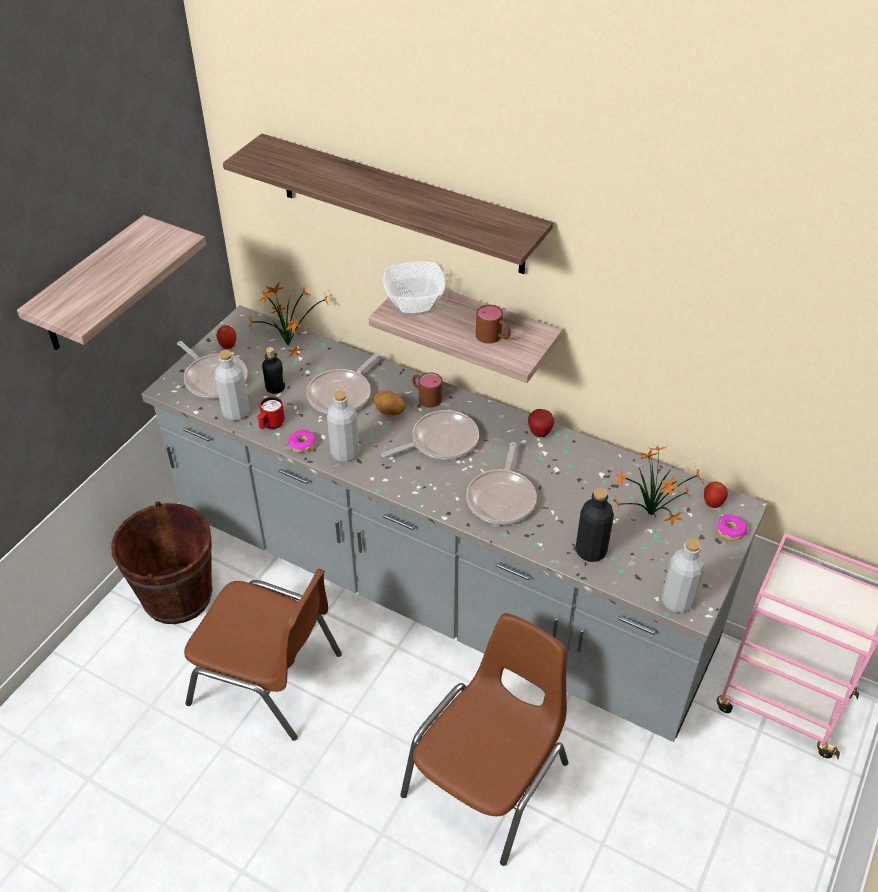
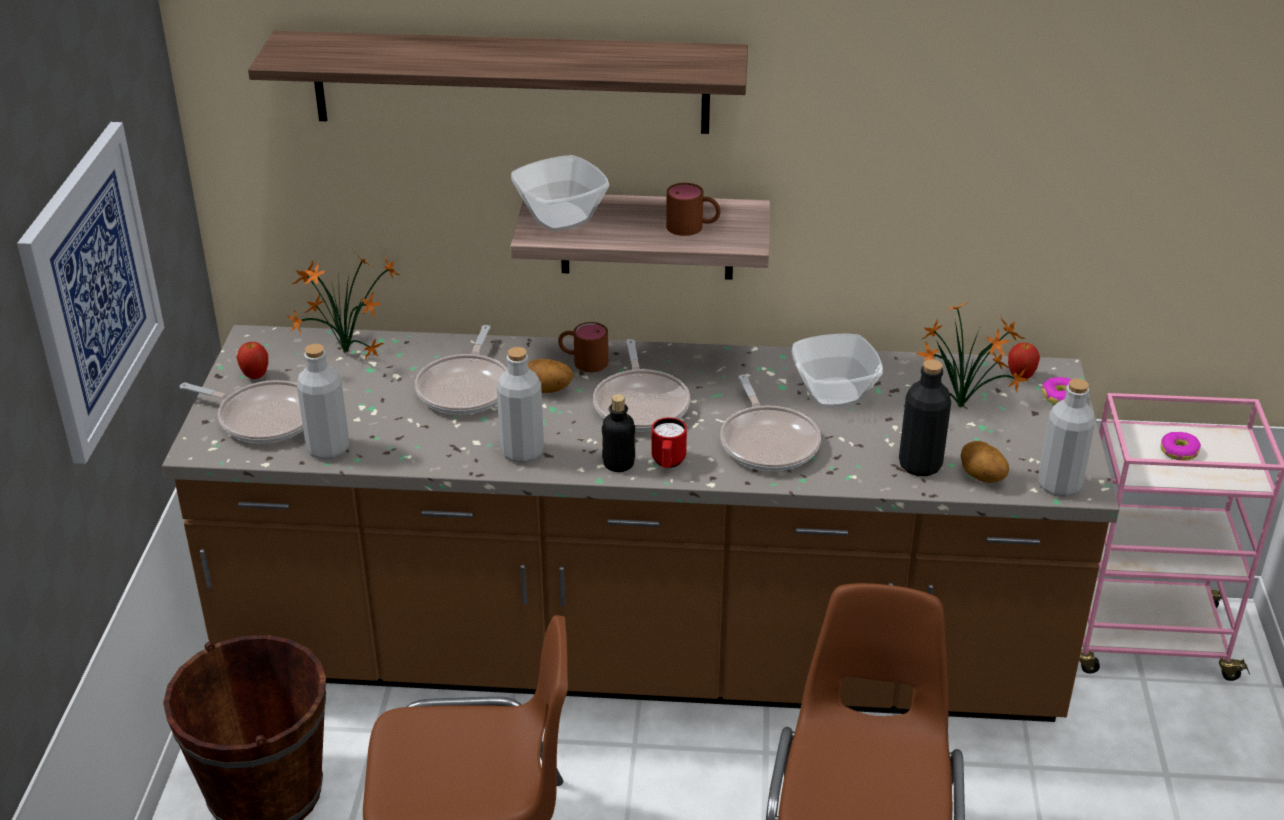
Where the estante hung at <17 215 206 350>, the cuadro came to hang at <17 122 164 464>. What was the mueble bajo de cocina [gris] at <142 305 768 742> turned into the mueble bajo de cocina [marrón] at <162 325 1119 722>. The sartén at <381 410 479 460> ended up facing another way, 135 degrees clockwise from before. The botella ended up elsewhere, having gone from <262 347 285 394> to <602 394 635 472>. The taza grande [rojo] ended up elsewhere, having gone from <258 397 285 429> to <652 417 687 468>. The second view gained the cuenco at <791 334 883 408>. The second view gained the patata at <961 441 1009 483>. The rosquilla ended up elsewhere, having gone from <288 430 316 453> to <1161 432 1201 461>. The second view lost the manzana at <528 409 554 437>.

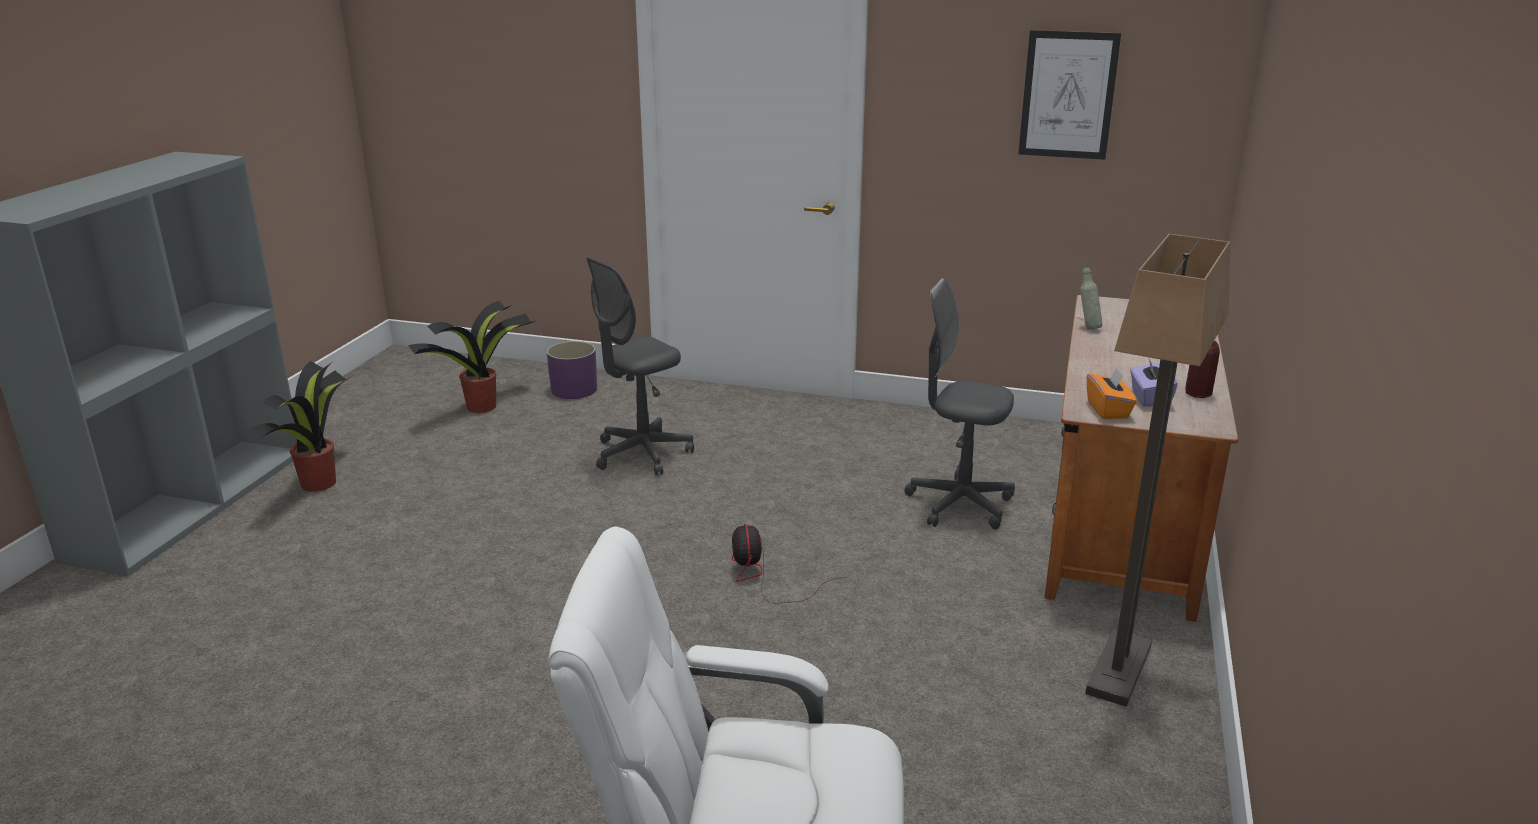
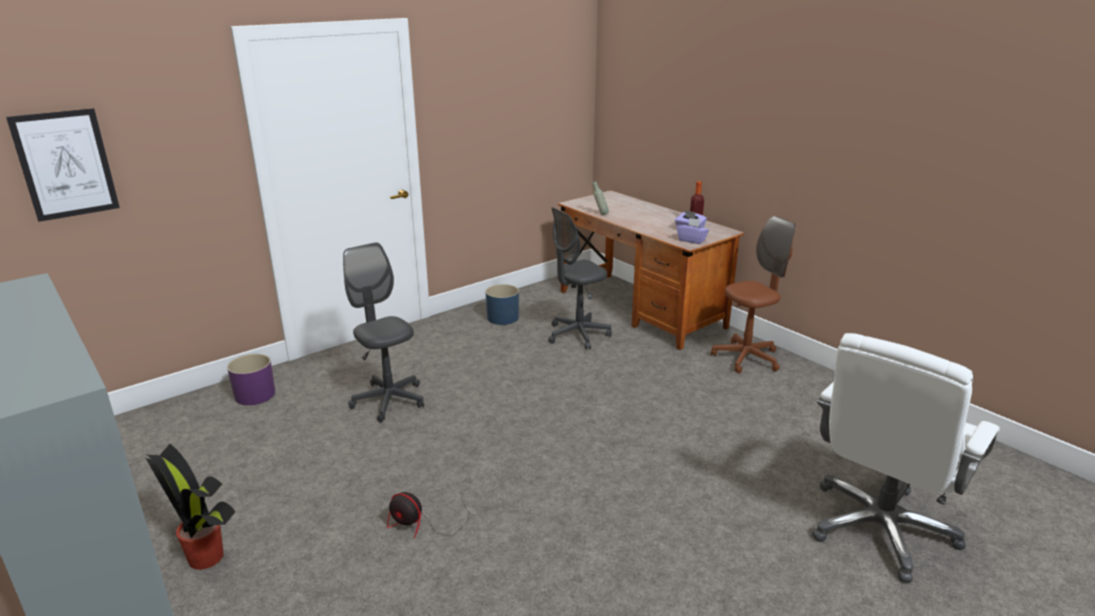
The cuadro ended up elsewhere, having gone from <1018 30 1121 160> to <6 108 120 222>. The silla de oficina [gris] at <586 257 694 475> ended up facing another way, 150 degrees clockwise from before. The ventilador ended up elsewhere, having gone from <732 524 847 604> to <387 491 469 538>. The second view gained the maceta [azul] at <486 284 519 325>. What was the caja de pañuelos [naranja] at <1087 367 1137 419> turned into the caja de pañuelos [morado] at <677 218 709 244>. Where the lámpara de pie stood at <1085 234 1230 707>, the silla de oficina [marrón] came to stand at <711 216 796 374>. The second view lost the planta en maceta at <408 301 537 413>.

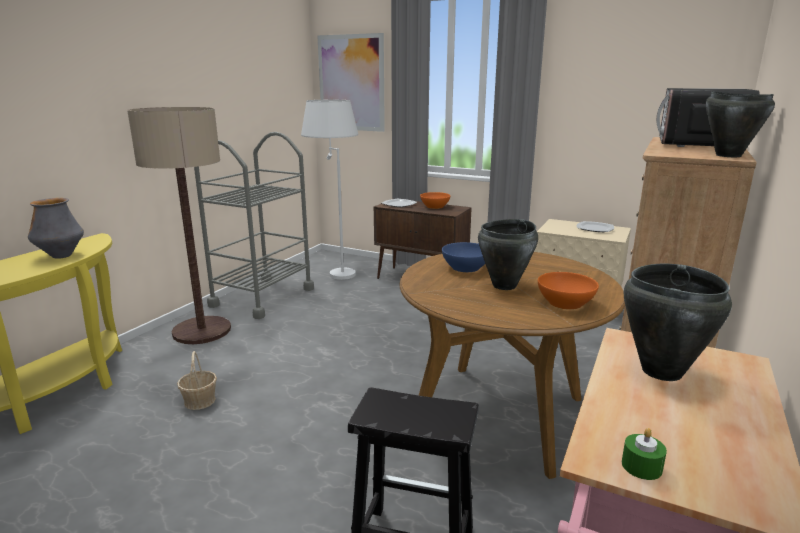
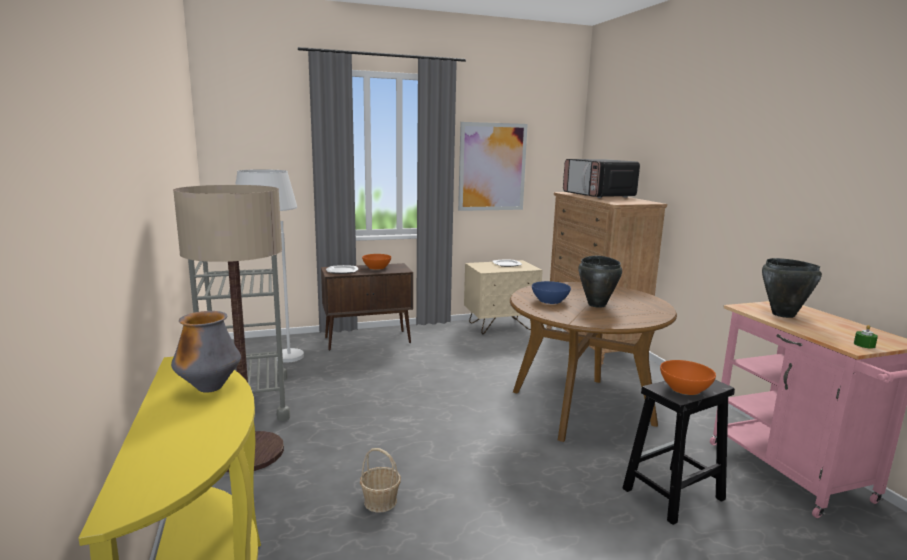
The cuadro ended up elsewhere, having gone from <317 33 385 132> to <458 122 528 211>. The cuenco [naranja] ended up elsewhere, having gone from <538 272 599 310> to <660 360 716 395>. The second view lost the olla [negro] at <706 91 775 157>.

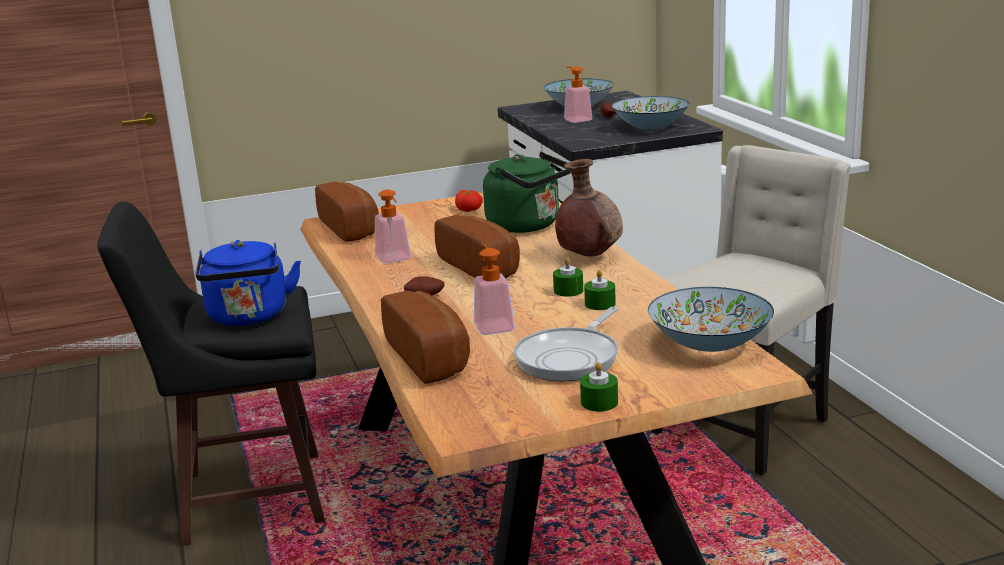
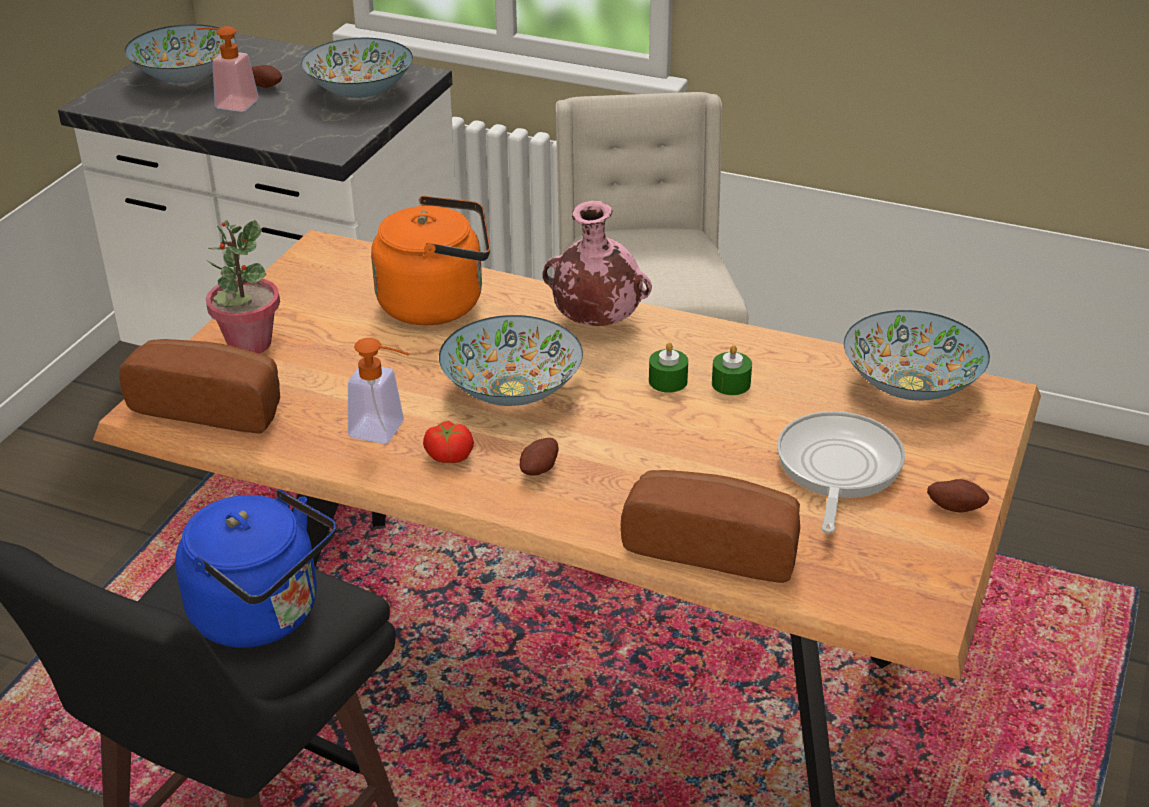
The second view gained the planta en maceta at <206 220 280 353>. What was the hervidor [verde] at <483 152 571 233> turned into the hervidor [naranja] at <371 196 490 326>. The tomate ended up elsewhere, having gone from <455 190 483 212> to <423 421 474 463>. Where the pan stood at <434 215 520 279>, the cuenco came to stand at <439 315 583 406>. What was the florero [marrón] at <555 159 623 256> turned into the florero [rosa] at <543 201 652 326>. The sartén at <514 307 619 381> ended up facing another way, 150 degrees counterclockwise from before. Where the vela [verde] stood at <580 362 618 411>, the patata came to stand at <927 479 990 513>. The second view lost the dispensador de jabón at <474 243 515 335>.

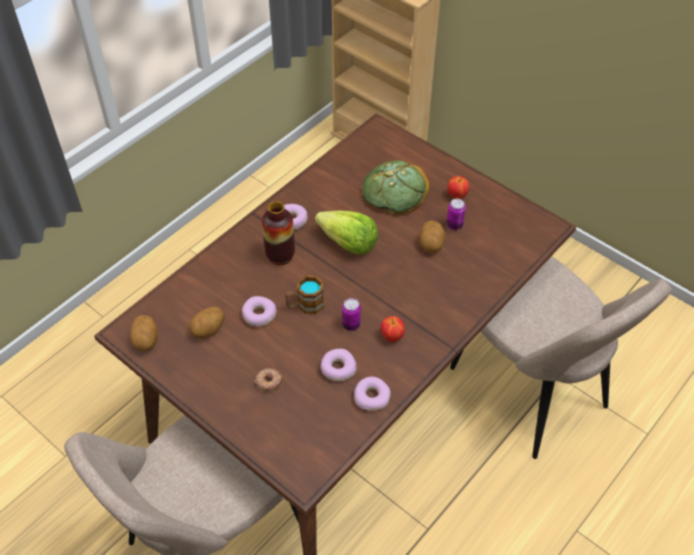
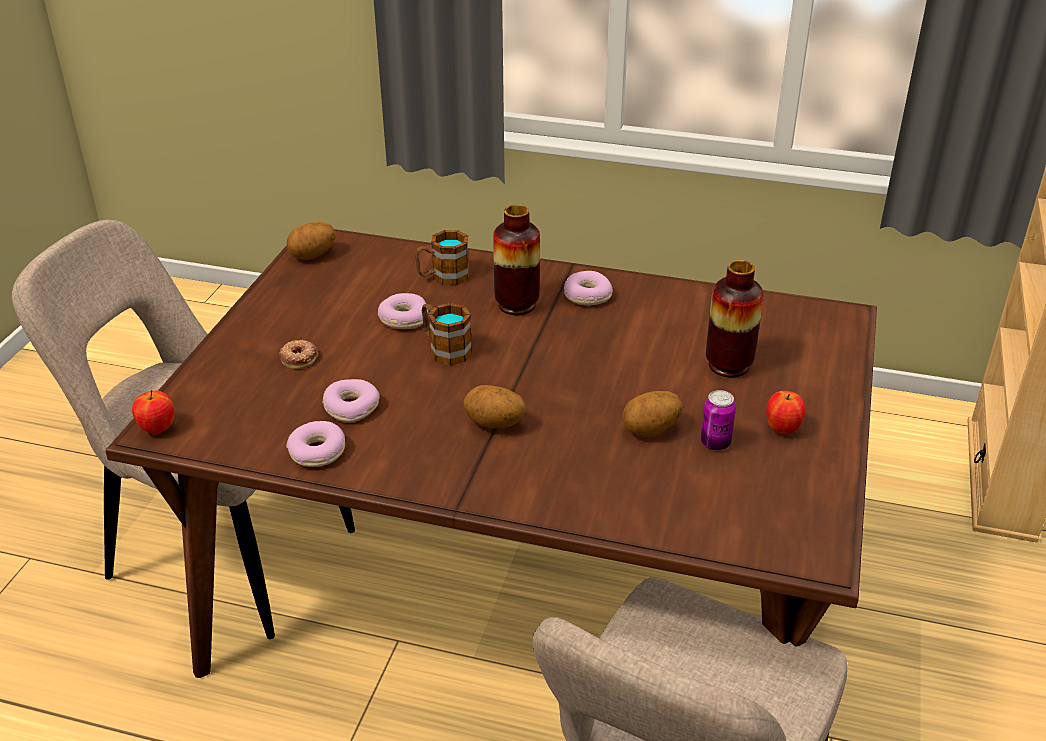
The manzana ended up elsewhere, having gone from <381 316 405 342> to <132 390 175 435>. The second view gained the taza grande at <415 230 470 285>. The patata ended up elsewhere, having gone from <189 306 225 339> to <464 385 527 428>. Where the pan stood at <362 160 430 214>, the florero came to stand at <706 260 764 377>. The second view lost the lechuga at <315 211 378 255>. The second view lost the lata at <342 298 361 331>.

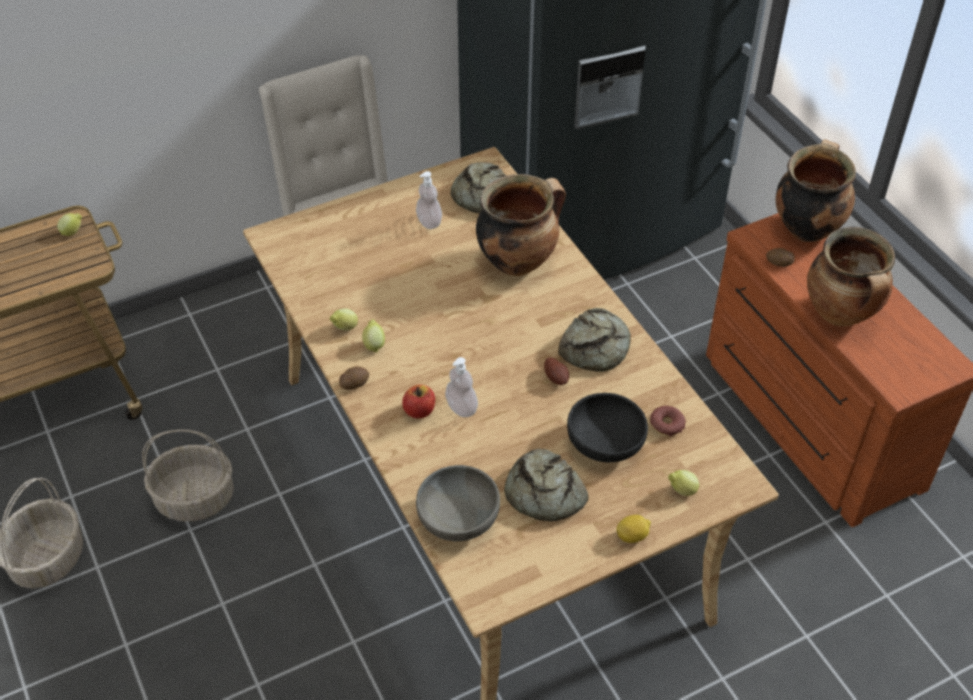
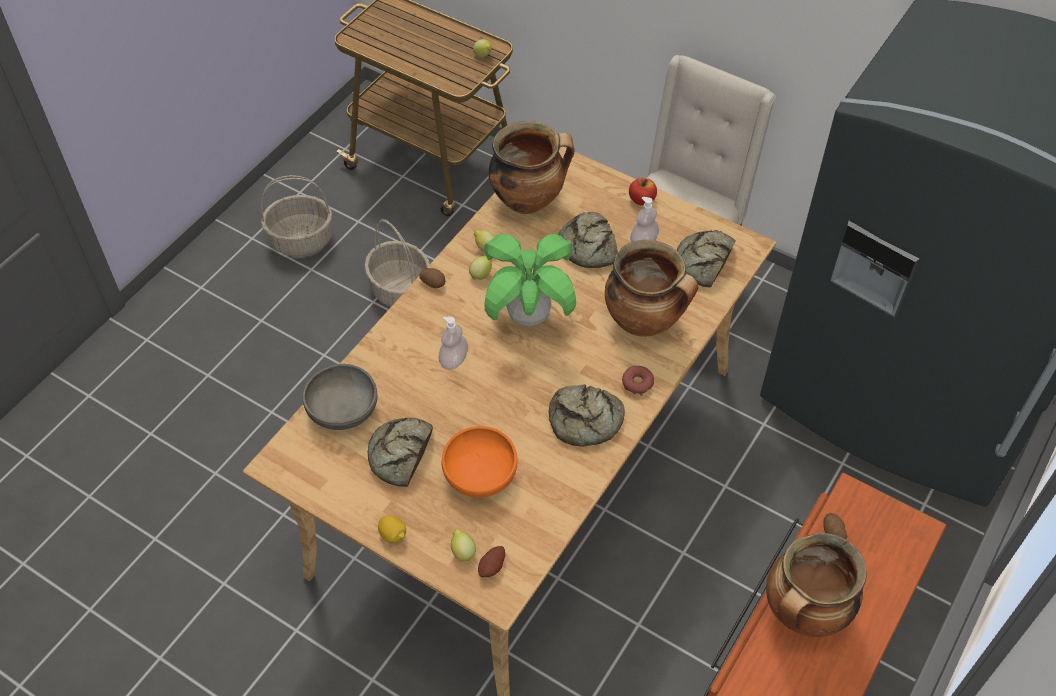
What was the cuenco [negro] at <567 393 648 462> turned into the cuenco [naranja] at <441 426 518 497>. The patata ended up elsewhere, having gone from <544 357 569 385> to <478 546 505 578>. The second view gained the planta en maceta at <484 234 576 327>. The olla ended up elsewhere, having gone from <776 139 856 242> to <489 121 574 214>. The second view gained the pan at <558 212 618 268>. The rosquilla ended up elsewhere, having gone from <650 406 686 436> to <622 366 654 396>. The manzana ended up elsewhere, having gone from <402 384 435 419> to <629 178 657 206>.

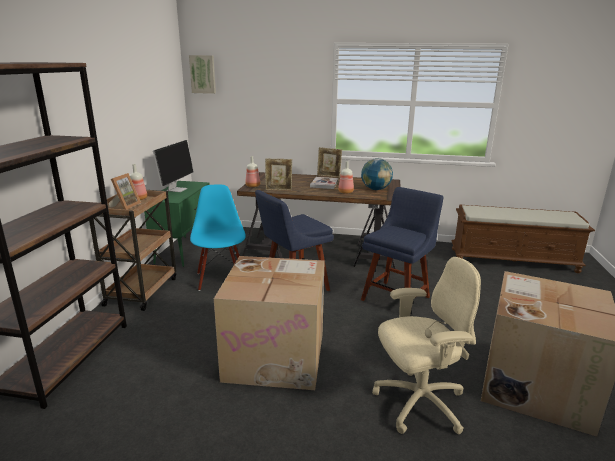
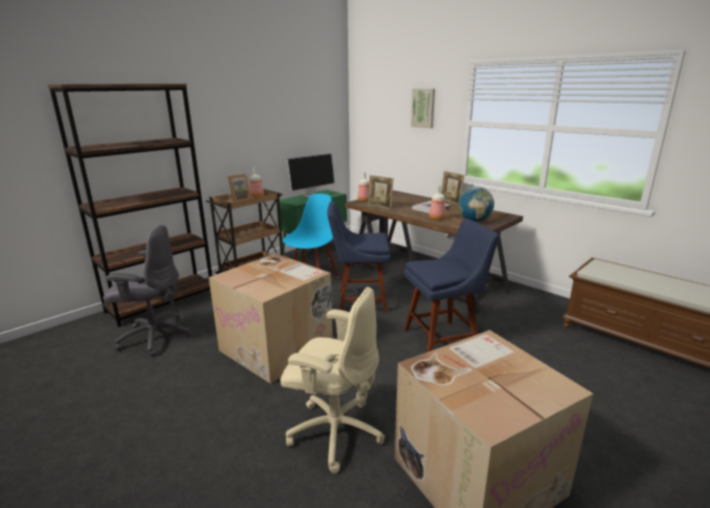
The second view gained the silla de oficina [gris] at <103 225 192 357>. The cuadro ended up elsewhere, having gone from <189 55 216 94> to <411 89 435 128>.

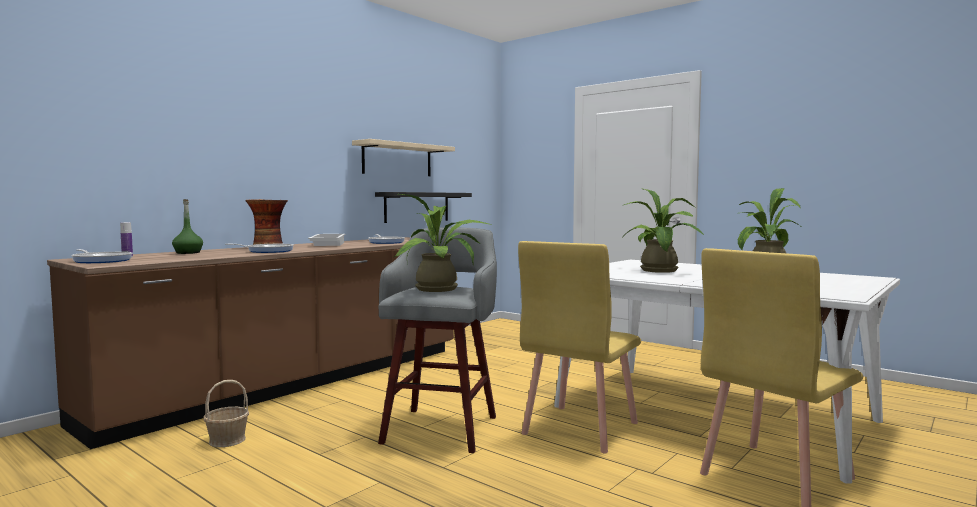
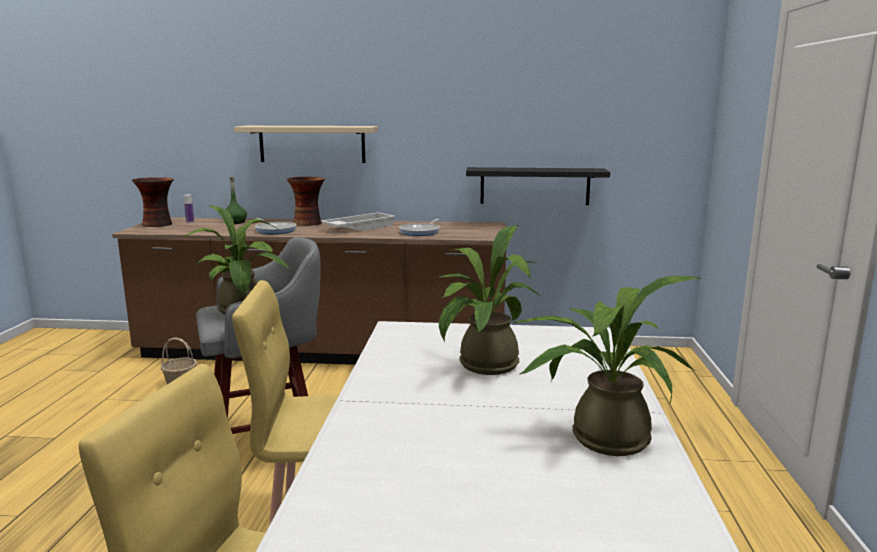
Where the sartén stood at <71 249 132 263>, the florero came to stand at <132 177 174 227>. The estante [beis] ended up elsewhere, having gone from <352 139 455 176> to <234 126 378 163>.

